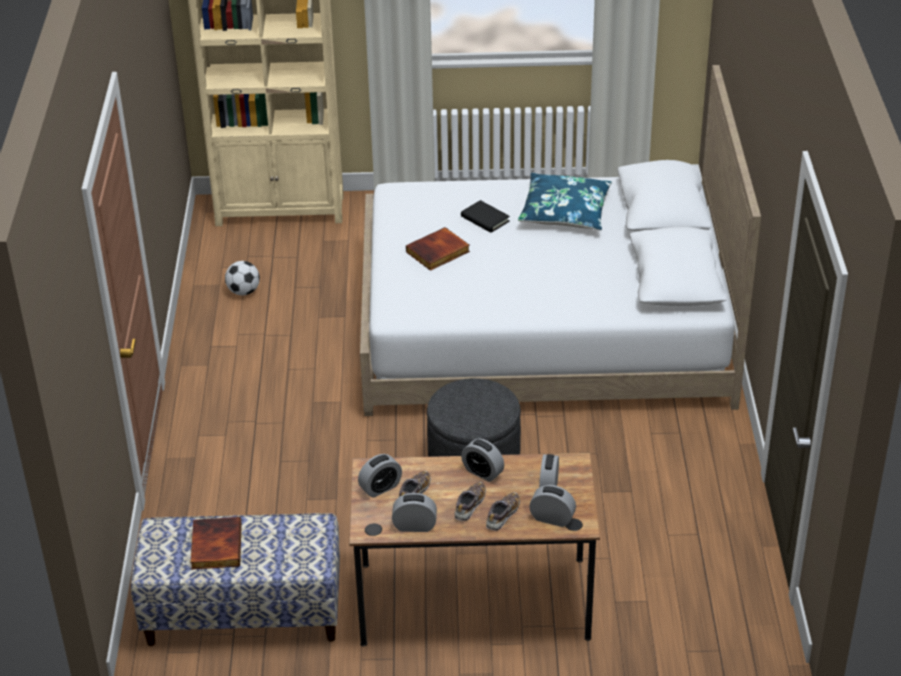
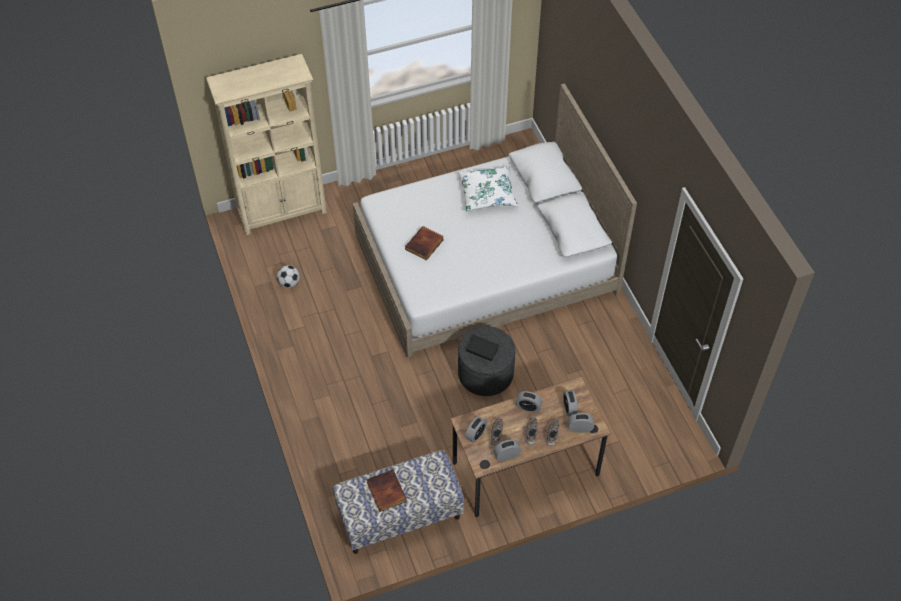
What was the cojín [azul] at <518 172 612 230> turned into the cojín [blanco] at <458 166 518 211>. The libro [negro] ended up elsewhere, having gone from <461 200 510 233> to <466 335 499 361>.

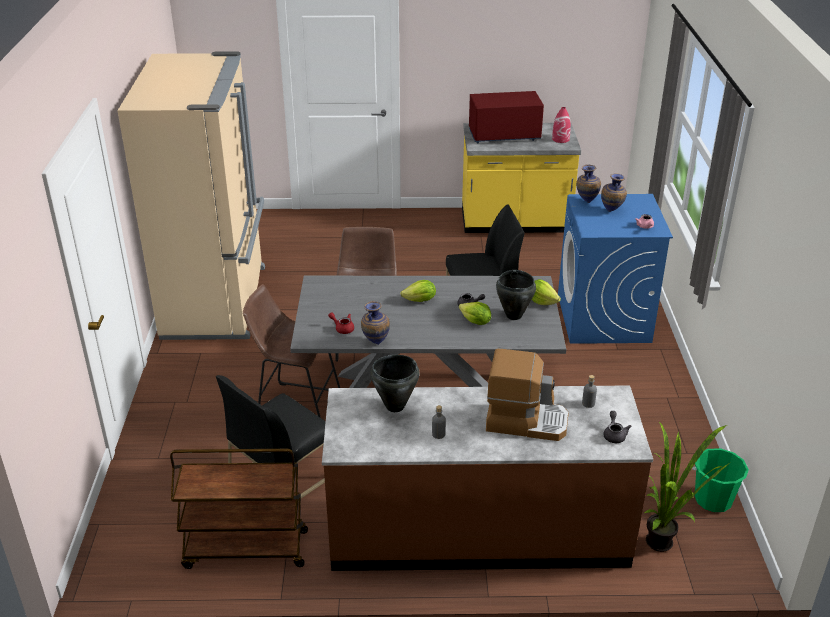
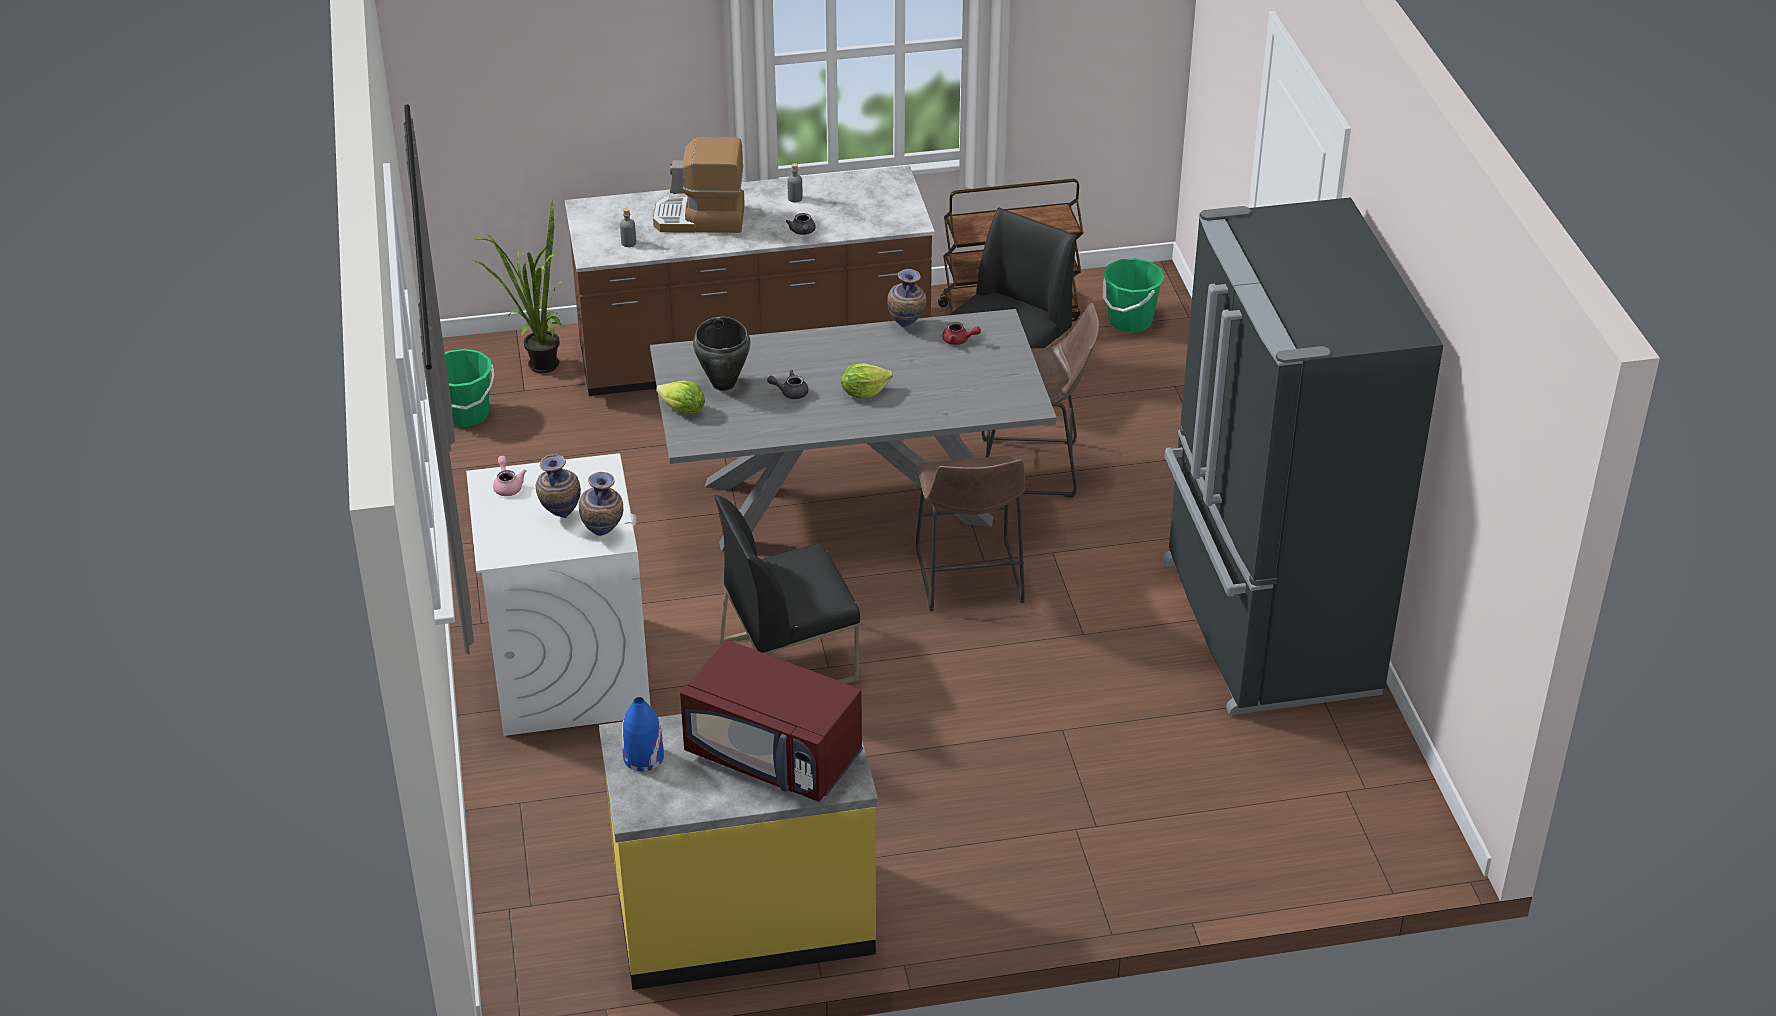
What was the lavadora [azul] at <558 194 673 344> turned into the lavadora [blanco] at <466 453 651 736>. What was the florero [rojo] at <552 107 571 143> turned into the florero [azul] at <622 697 664 771>. The microondas [rojo] at <469 91 544 143> ended up facing another way, 45 degrees clockwise from before. The tetera [gris] ended up elsewhere, having gone from <603 411 632 443> to <786 213 816 235>. The second view gained the cubo [verde] at <1103 258 1165 332>. What was the nevera [beis] at <117 51 265 340> turned into the nevera [negro] at <1163 197 1443 715>. The second view lost the olla [negro] at <370 355 420 412>. The second view lost the lechuga at <459 302 491 325>.

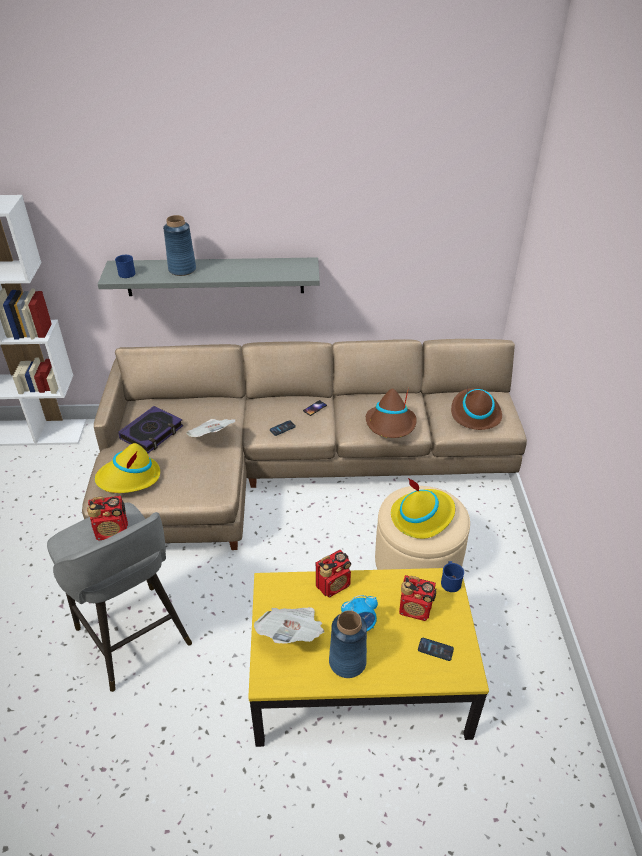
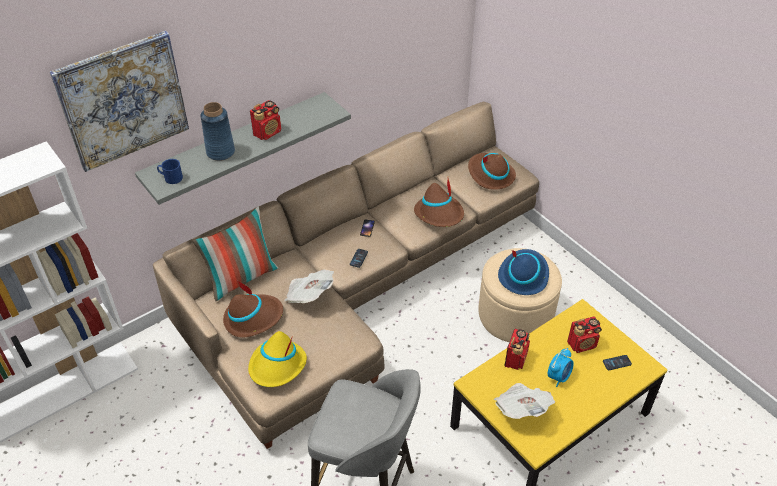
The second view gained the cuadro at <50 31 189 172>. The second view gained the cojín at <192 207 278 301>. Where the libro stood at <118 406 183 453>, the sombrero [marrón] came to stand at <223 281 283 338>. The radio ended up elsewhere, having gone from <87 496 128 541> to <250 100 281 140>. What was the sombrero [amarillo] at <391 478 455 539> turned into the sombrero [azul] at <498 249 549 295>. The second view lost the florero [azul] at <329 610 367 678>. The second view lost the taza grande [azul] at <441 561 464 592>.

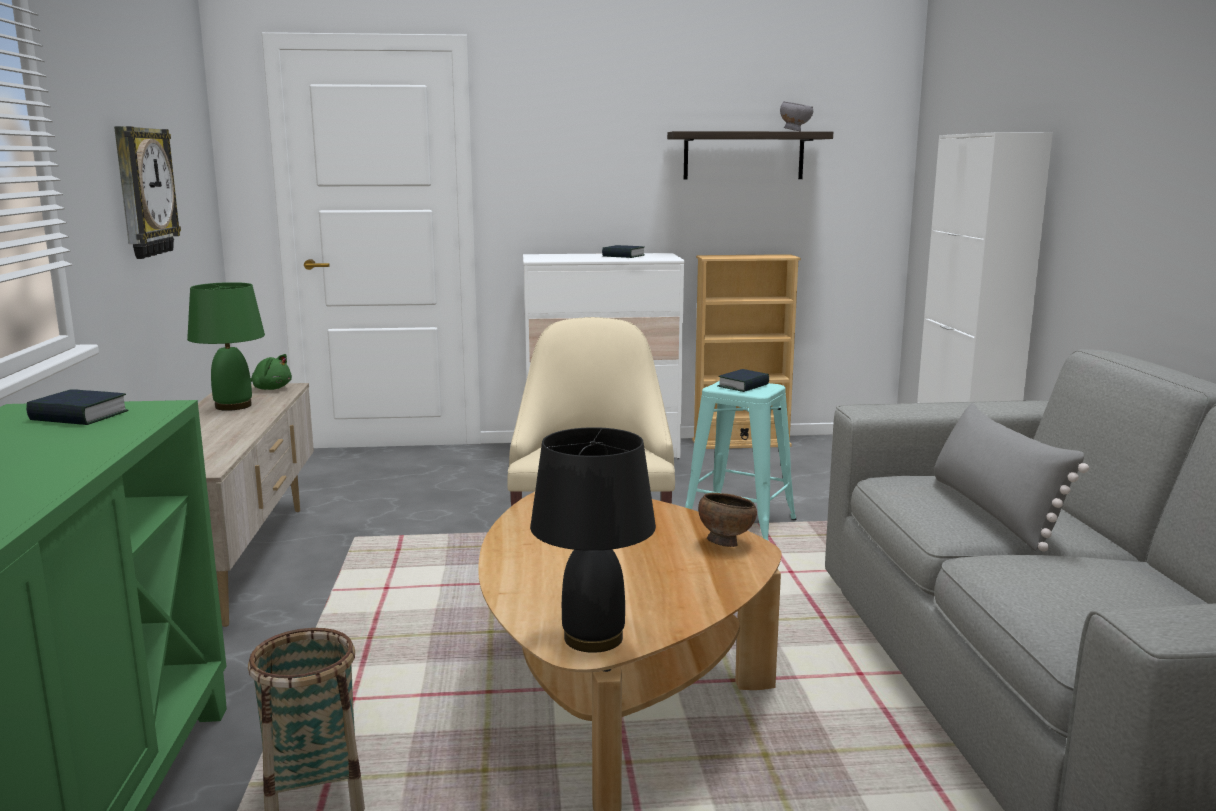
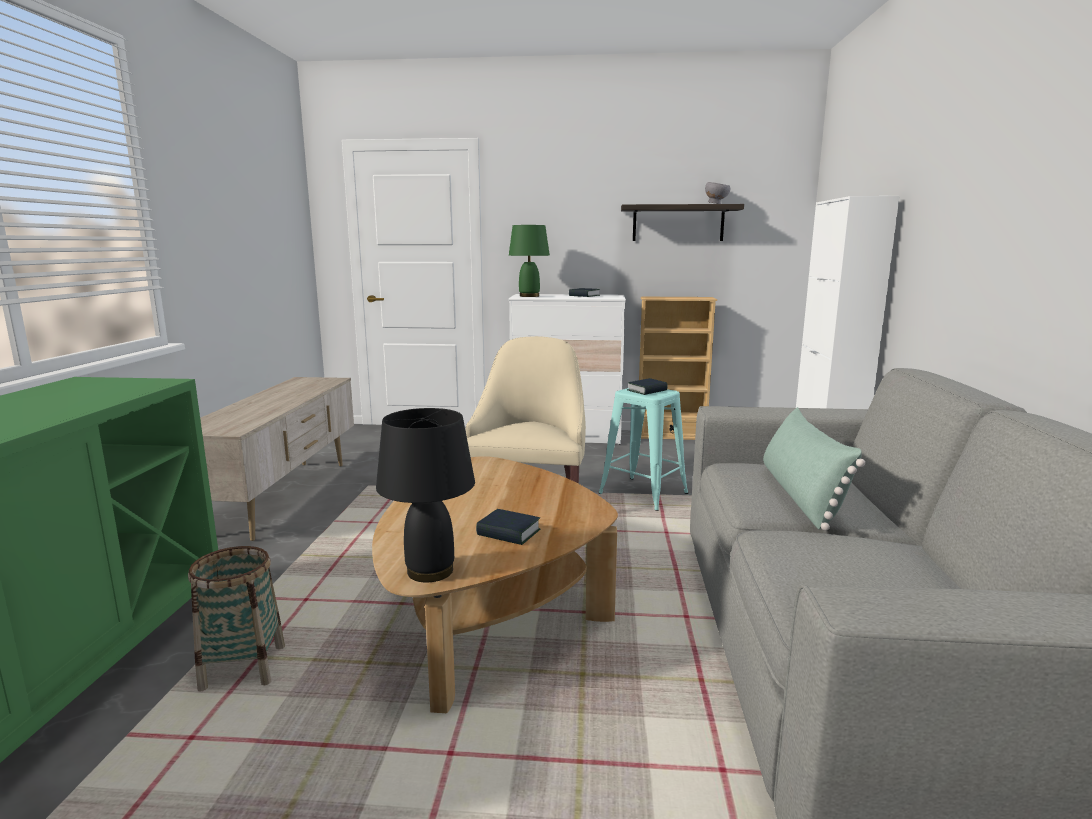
The libro ended up elsewhere, having gone from <26 389 128 425> to <476 509 540 545>. The lámpara de mesa [verde] ended up elsewhere, having gone from <187 282 265 411> to <509 225 550 297>. What was the cojín [gris] at <934 403 1089 551> turned into the cojín [verde] at <763 407 865 531>. The second view lost the reloj de pared at <114 126 181 259>. The second view lost the peluche [verde] at <251 354 292 390>. The second view lost the cuenco [marrón] at <698 493 757 547>.

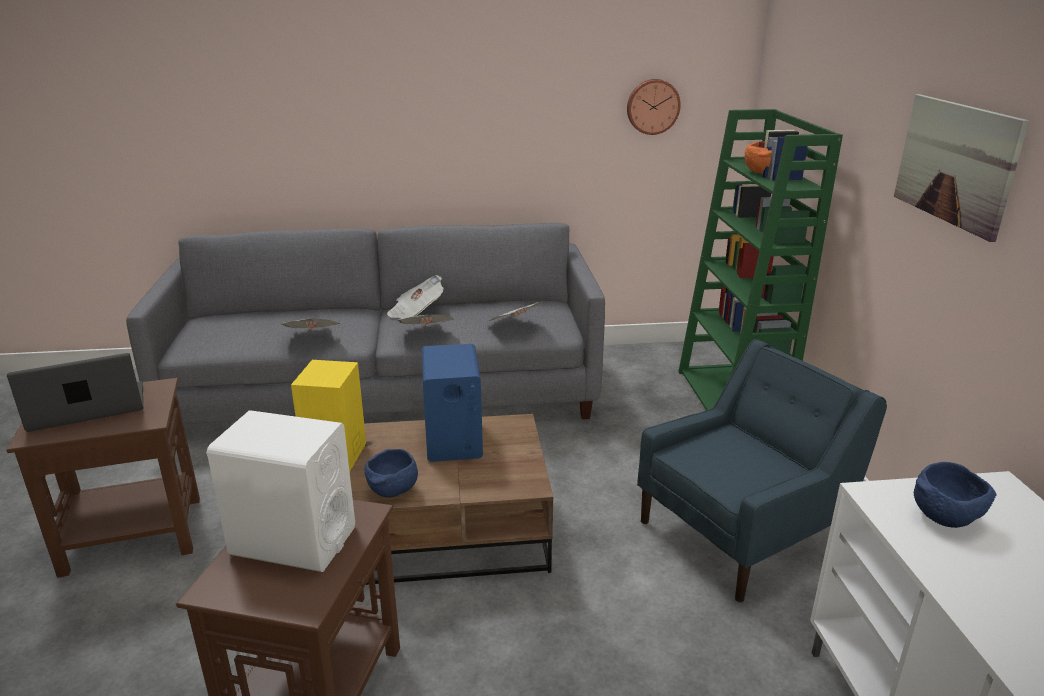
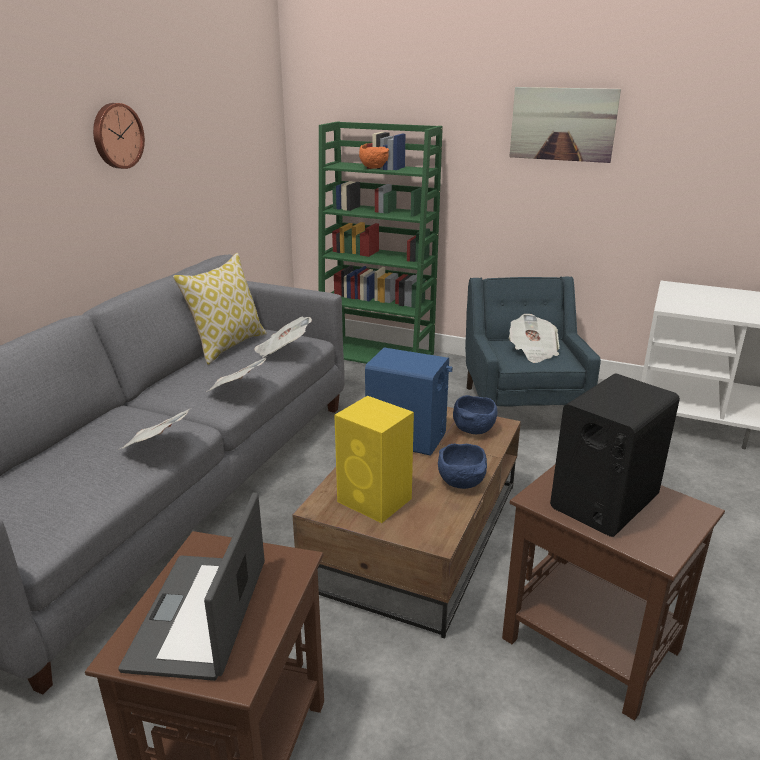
The reloj de pared ended up elsewhere, having gone from <627 79 681 135> to <93 103 145 169>. The second view gained the cojín at <173 253 267 365>. The cuenco [azul] ended up elsewhere, having gone from <914 462 996 528> to <453 395 497 434>. The periódico ended up elsewhere, having gone from <387 275 443 319> to <508 314 559 363>. What was the altavoz [blanco] at <206 410 355 572> turned into the altavoz [negro] at <550 373 680 537>.

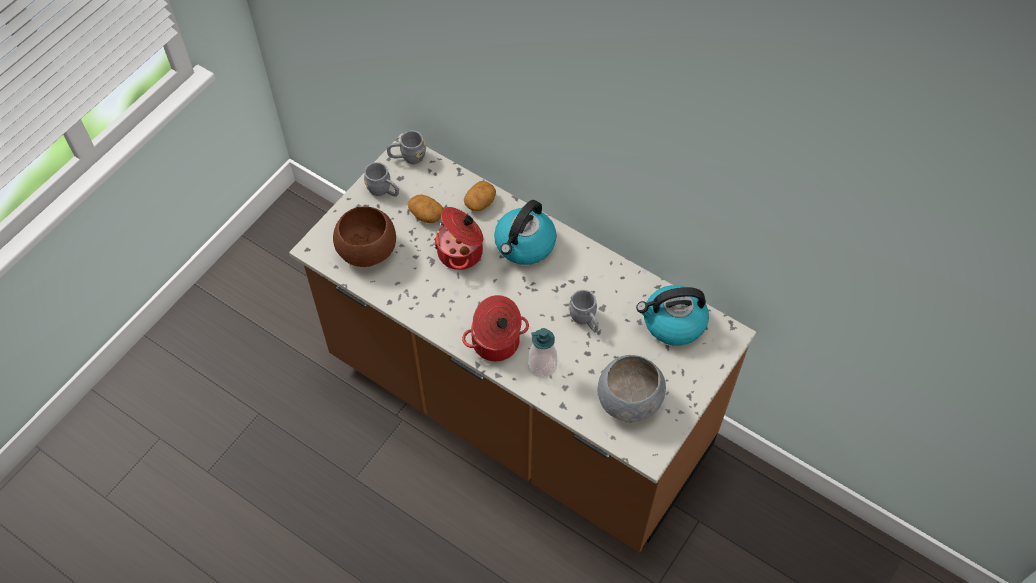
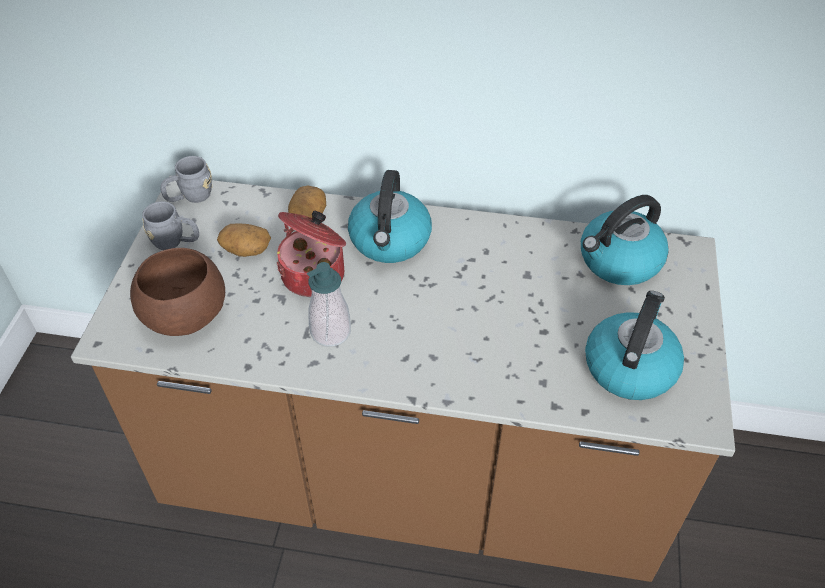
The dispensador de jabón ended up elsewhere, having gone from <528 328 557 378> to <307 262 351 347>. Where the cuenco [gris] stood at <598 355 666 422>, the hervidor came to stand at <585 291 684 400>. The second view lost the olla at <462 295 529 361>. The second view lost the taza grande [gris] at <569 290 598 332>.

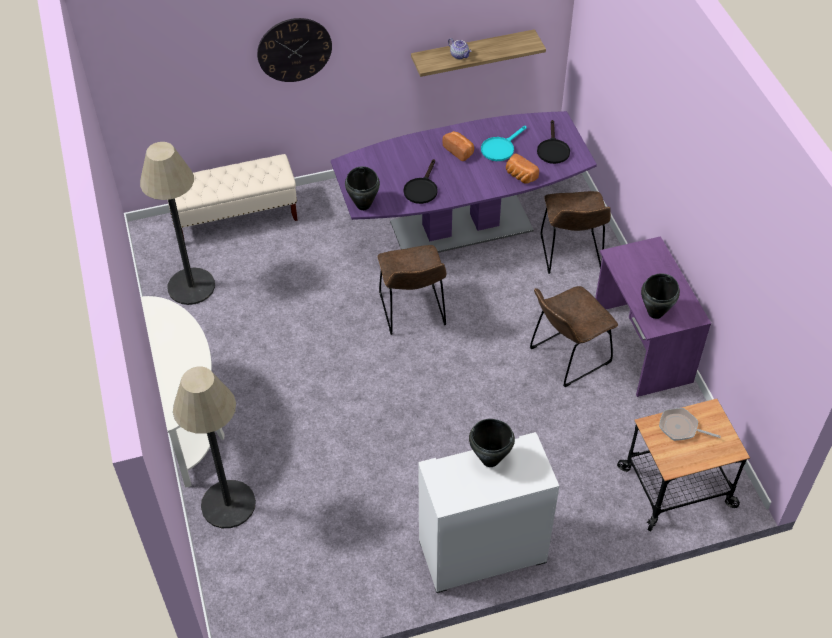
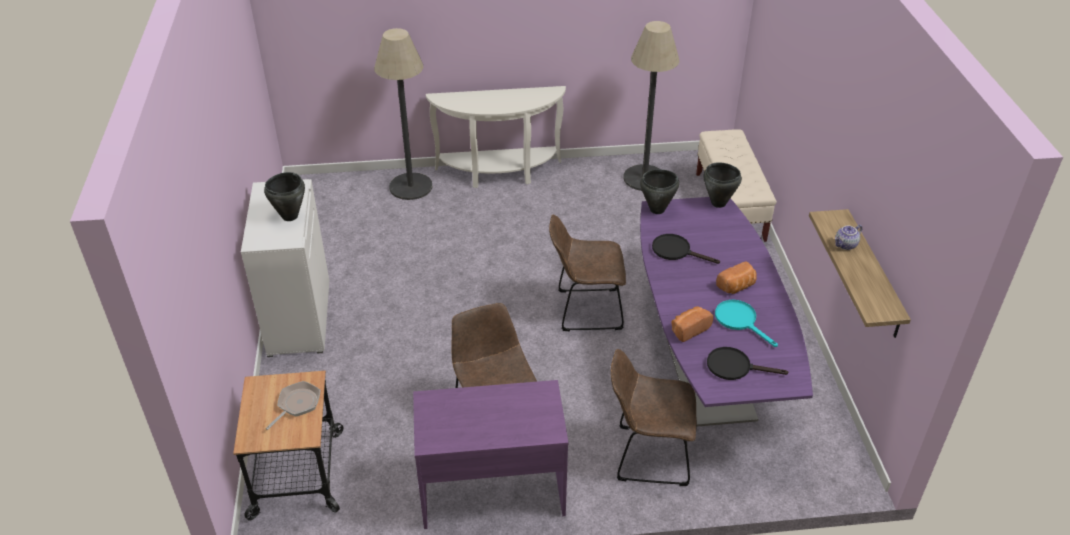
The olla [negro] ended up elsewhere, having gone from <641 273 680 319> to <703 162 742 208>. The second view lost the reloj de pared at <257 18 332 82>.

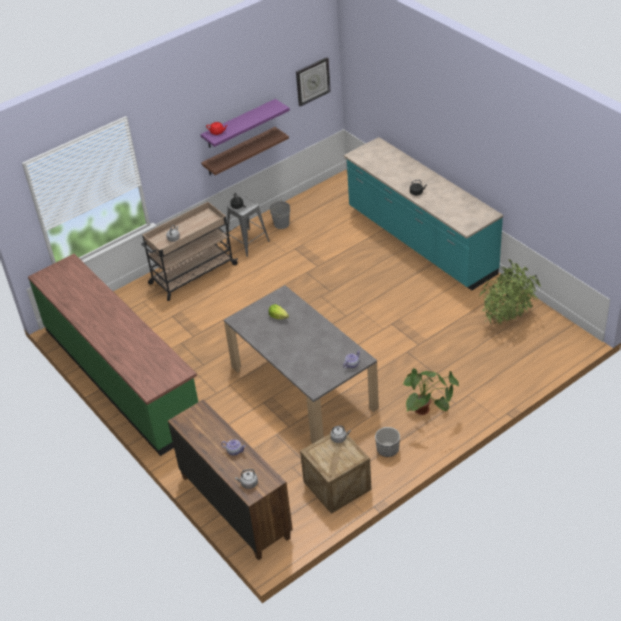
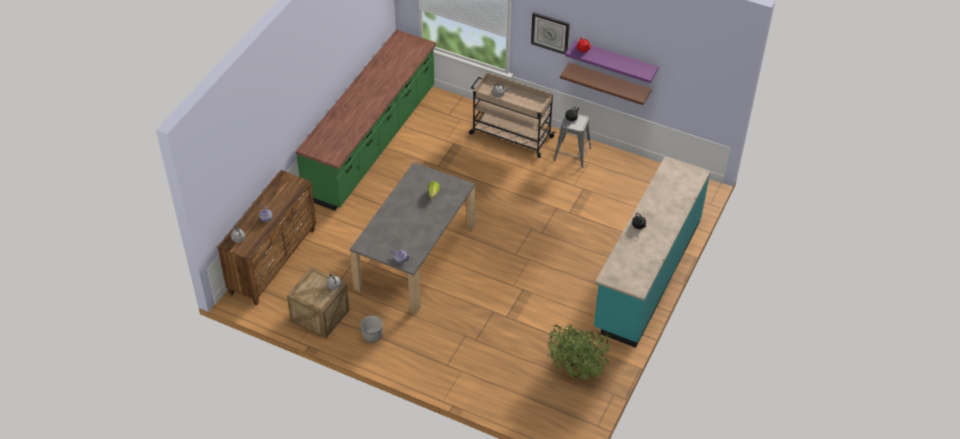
The reloj de pared ended up elsewhere, having gone from <296 57 331 107> to <531 12 570 55>. The second view lost the cubo [gris] at <270 200 290 229>. The second view lost the planta en maceta at <403 368 459 415>.

